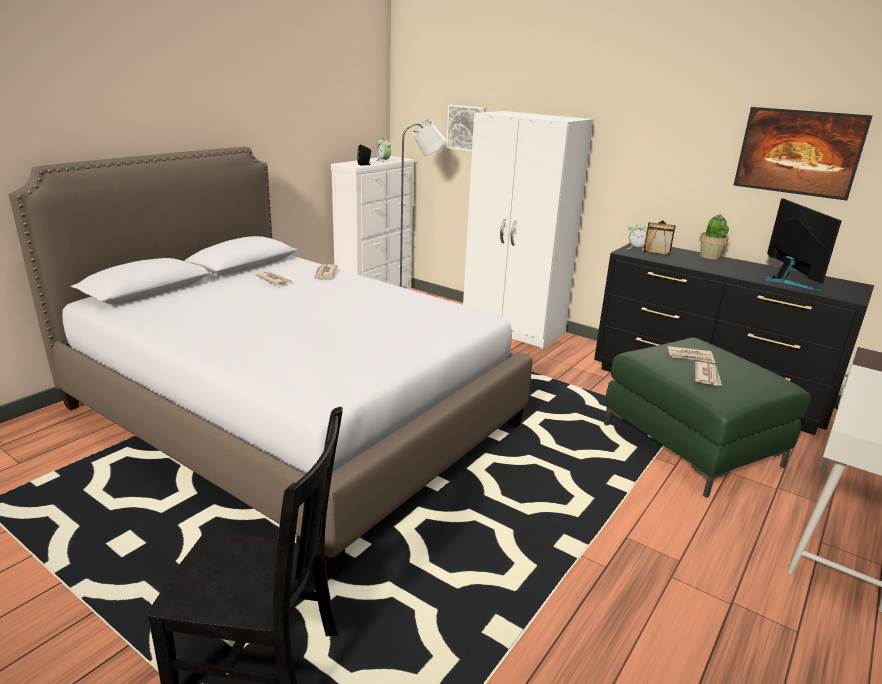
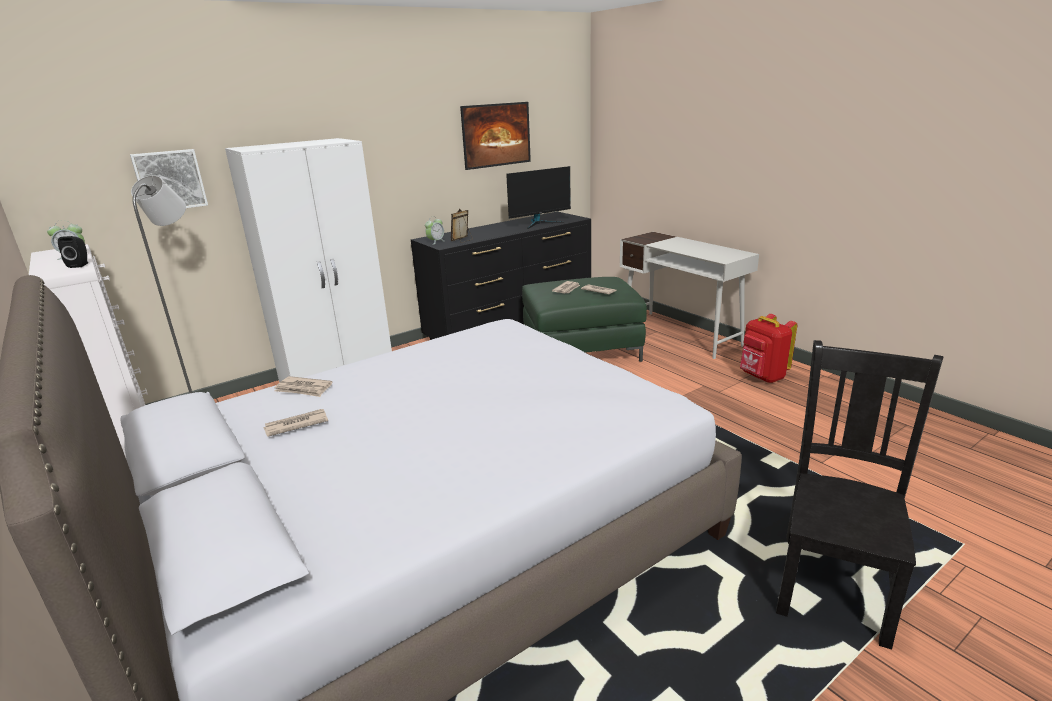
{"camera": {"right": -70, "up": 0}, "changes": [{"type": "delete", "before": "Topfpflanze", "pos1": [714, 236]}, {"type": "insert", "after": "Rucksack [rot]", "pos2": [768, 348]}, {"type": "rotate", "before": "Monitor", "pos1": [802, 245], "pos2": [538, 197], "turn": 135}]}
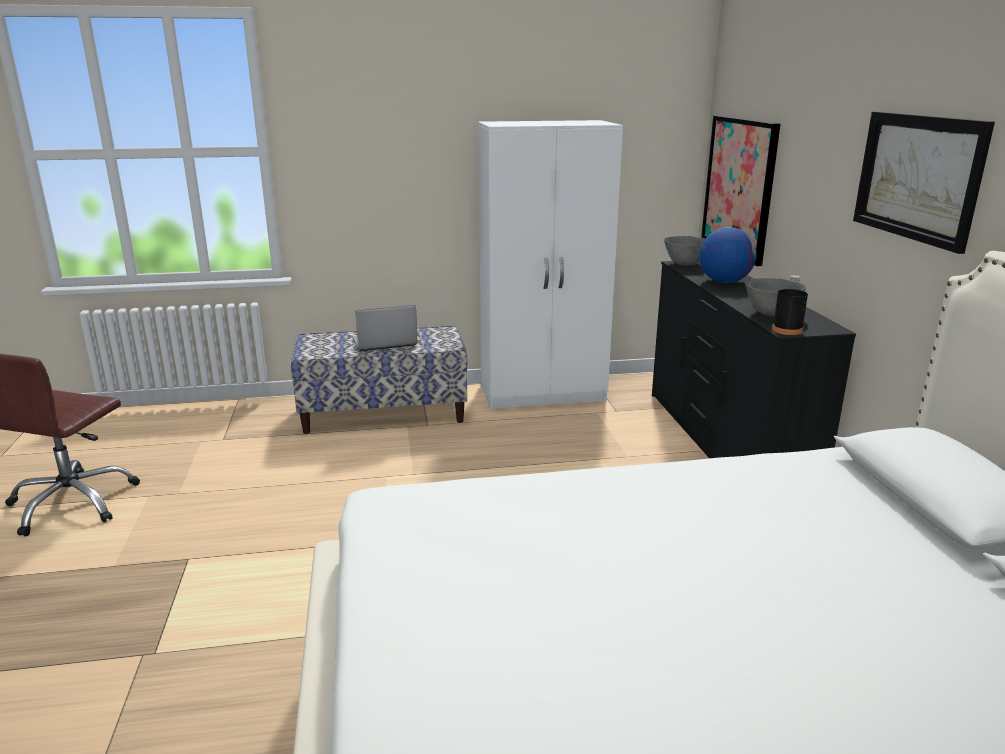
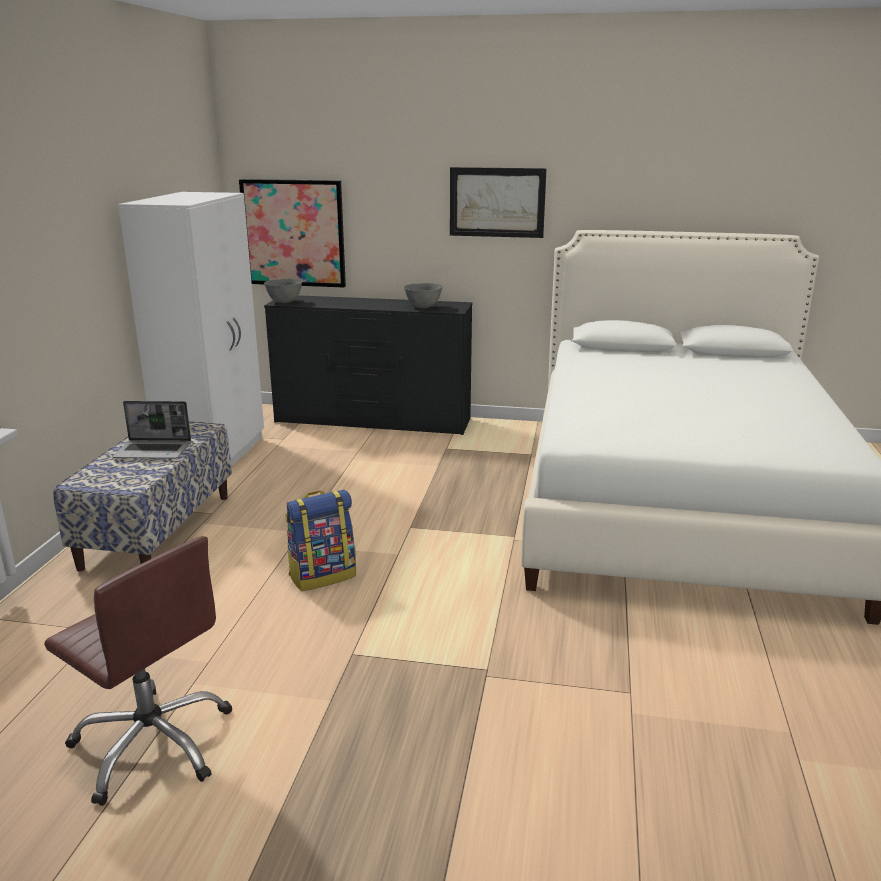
{"camera": {"right": -70, "up": 0}, "changes": [{"type": "delete", "before": "Globus", "pos1": [728, 255]}, {"type": "delete", "before": "Flasche [schwarz]", "pos1": [790, 305]}, {"type": "insert", "after": "Rucksack", "pos2": [320, 540]}, {"type": "rotate", "before": "Laptop", "pos1": [385, 328], "pos2": [152, 430], "turn": -90}]}
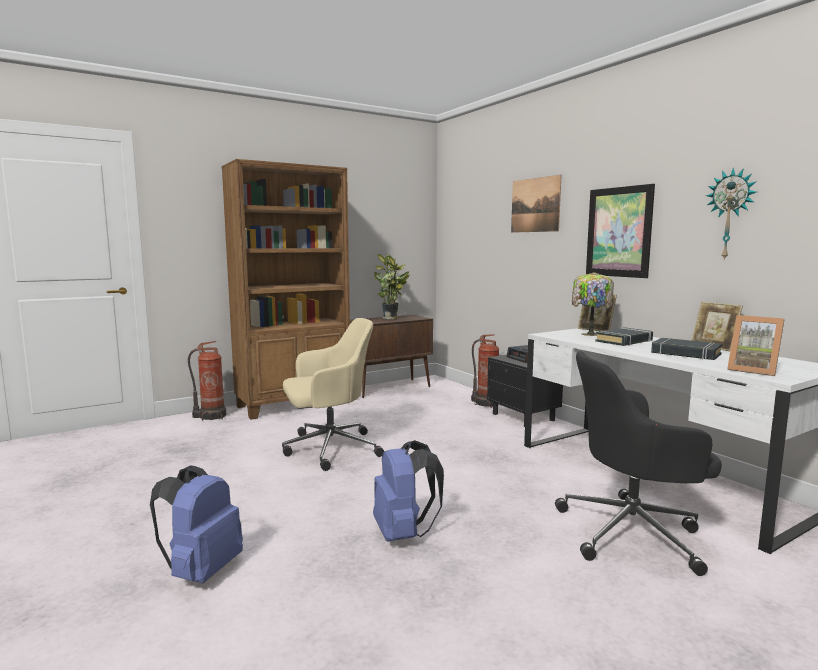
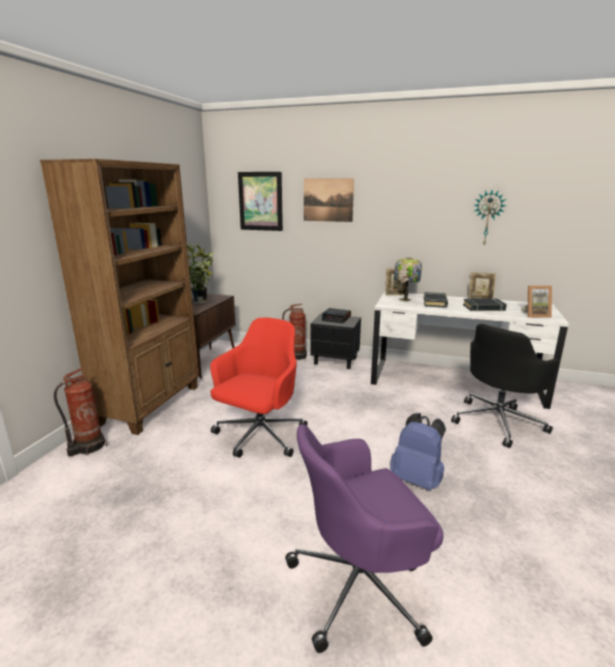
{"camera": {"right": -40, "up": 10}, "changes": [{"type": "move", "before": "Bild", "pos1": [620, 231], "pos2": [260, 201]}, {"type": "replace", "before": "Rucksack [blau]", "after": "Bürostuhl [lila]", "pos1": [196, 524], "pos2": [364, 538]}, {"type": "recolor", "before": "Bürostuhl [beige]", "after": "Bürostuhl [rot]", "pos1": [333, 394], "pos2": [259, 387]}]}
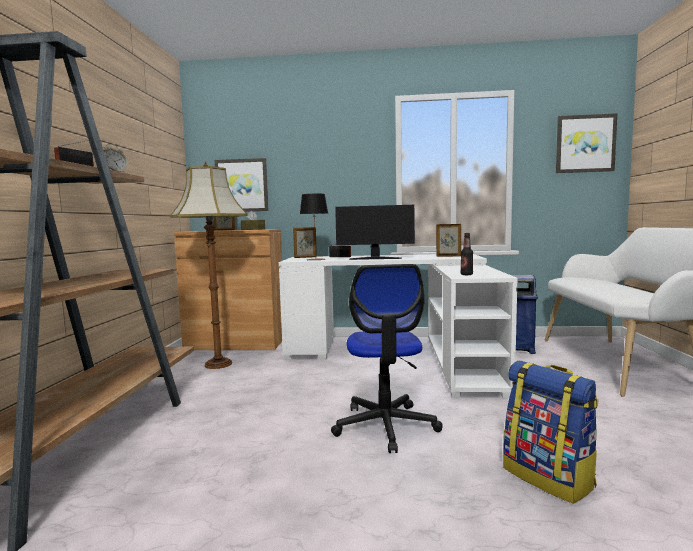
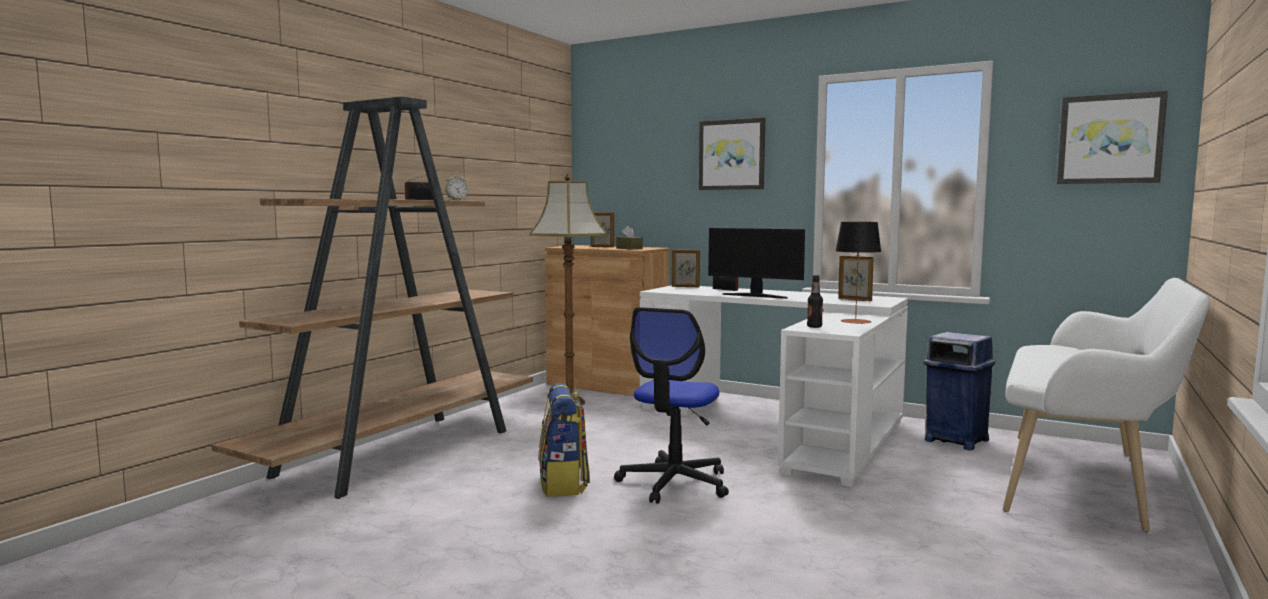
{"camera": {"right": 25, "up": 0}, "changes": [{"type": "move", "before": "Bild", "pos1": [242, 185], "pos2": [732, 154]}, {"type": "move", "before": "Tischlampe", "pos1": [314, 227], "pos2": [858, 273]}, {"type": "move", "before": "Rucksack", "pos1": [551, 432], "pos2": [564, 440]}]}
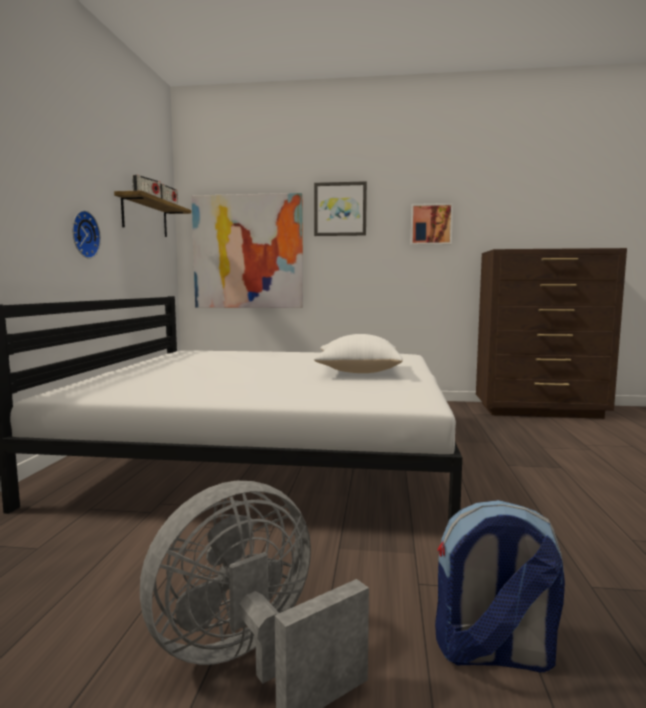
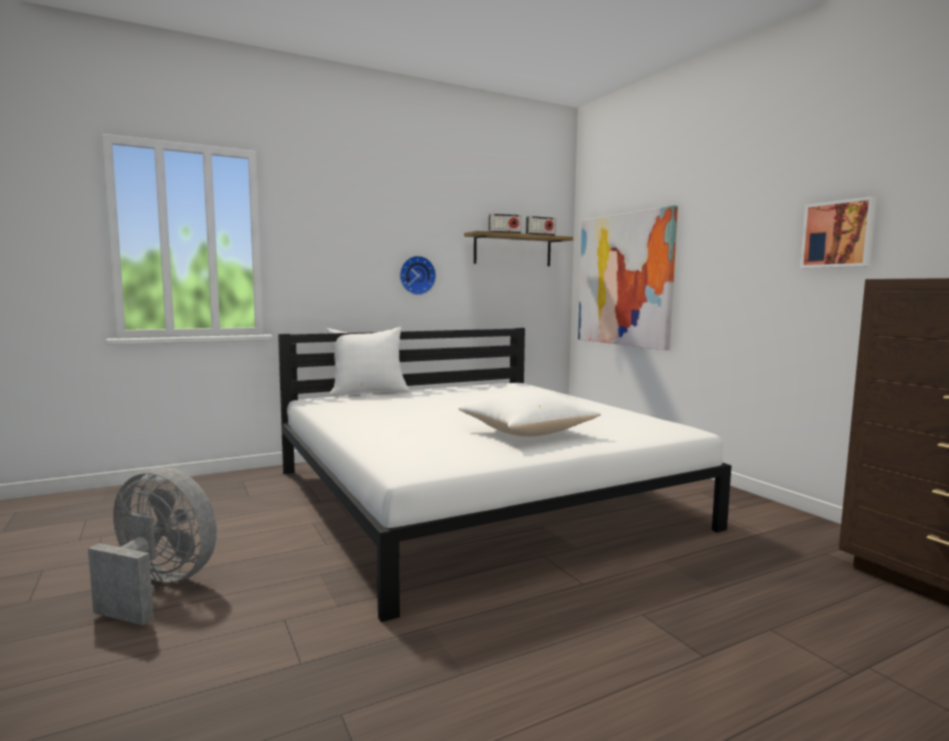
{"camera": {"right": 55, "up": 0}, "changes": [{"type": "delete", "before": "Bild", "pos1": [340, 208]}, {"type": "delete", "before": "Rucksack", "pos1": [500, 586]}, {"type": "insert", "after": "Kissen [weiß]", "pos2": [368, 361]}]}
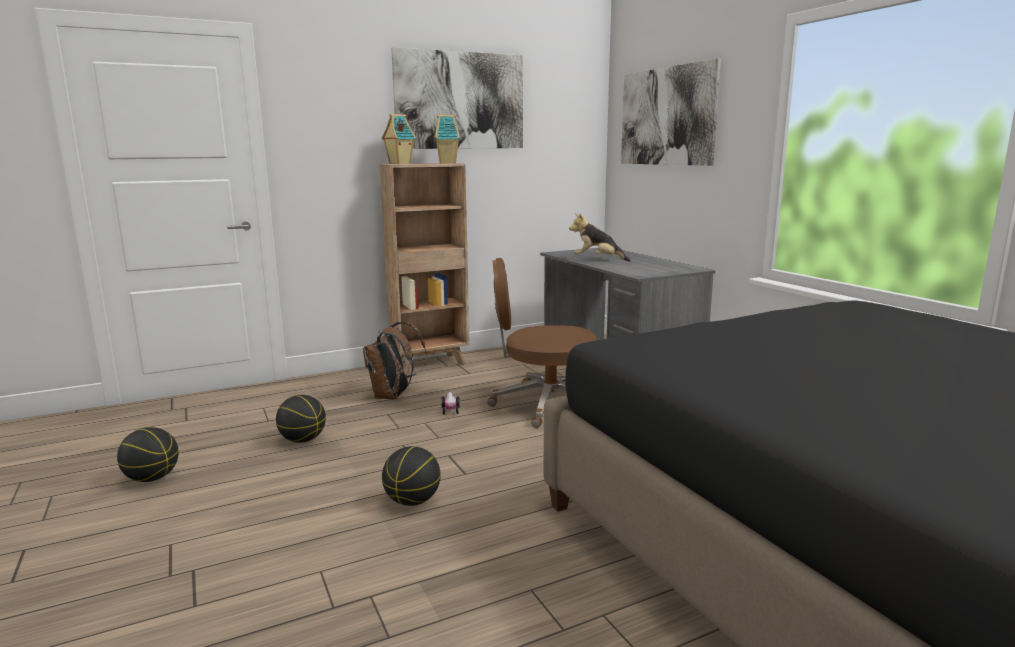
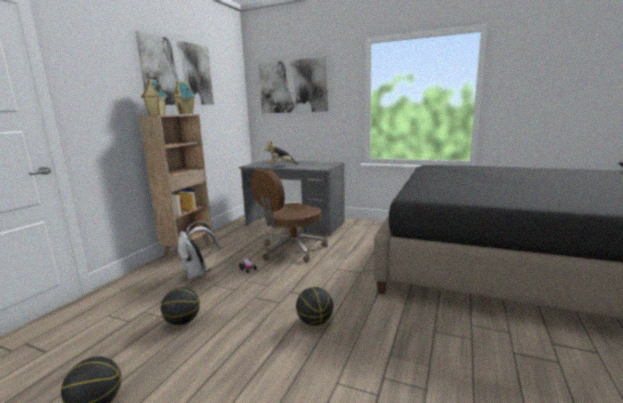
{"camera": {"right": -40, "up": 0}, "changes": [{"type": "recolor", "before": "Rucksack [braun]", "after": "Rucksack [weiß]", "pos1": [395, 360], "pos2": [199, 250]}]}
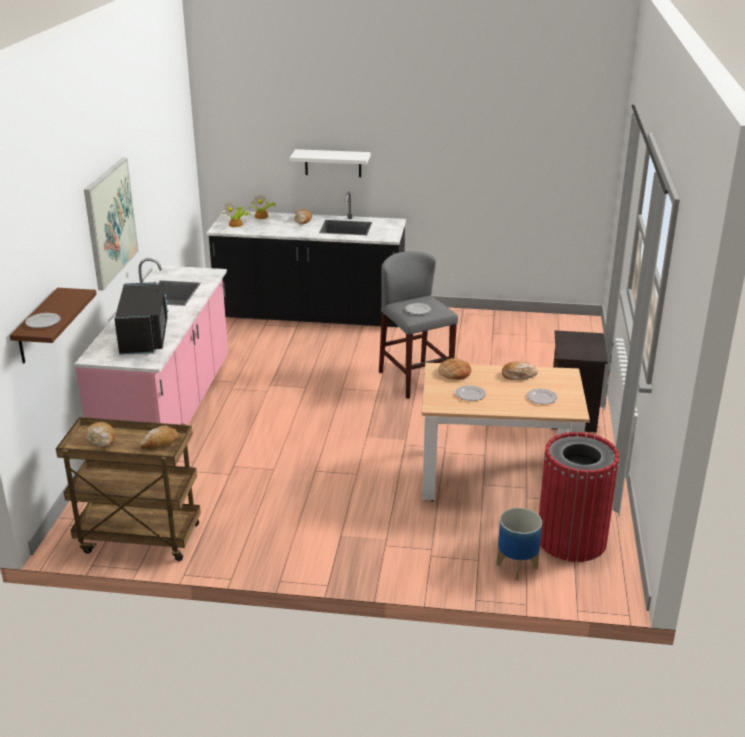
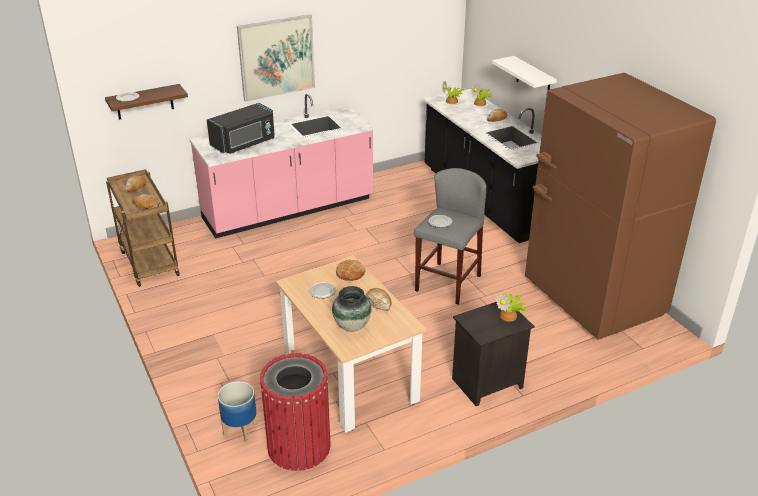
{"camera": {"right": 55, "up": 5}, "changes": [{"type": "insert", "after": "Topfpflanze", "pos2": [511, 308]}, {"type": "insert", "after": "Kühlschrank [braun]", "pos2": [620, 206]}, {"type": "replace", "before": "Teller", "after": "Vase", "pos1": [542, 396], "pos2": [352, 309]}]}
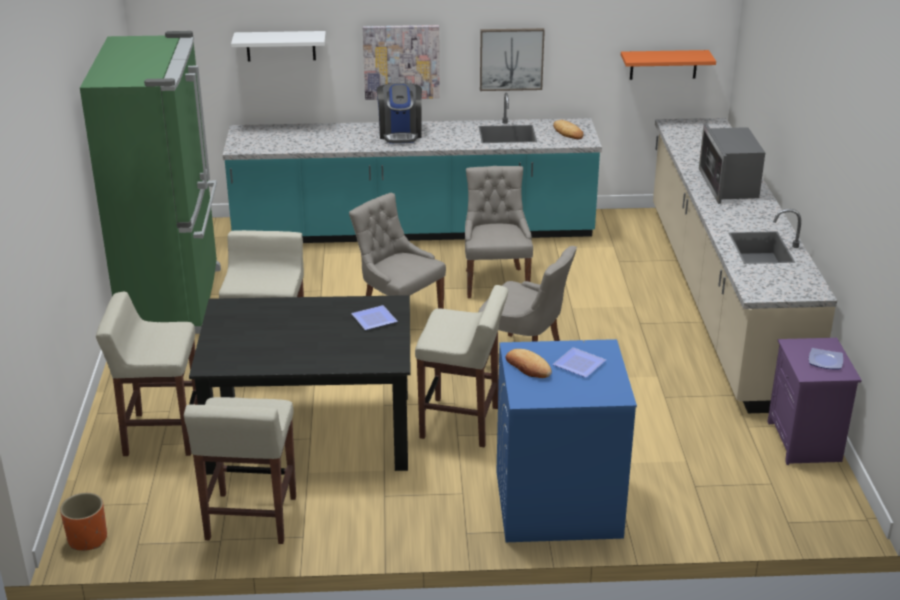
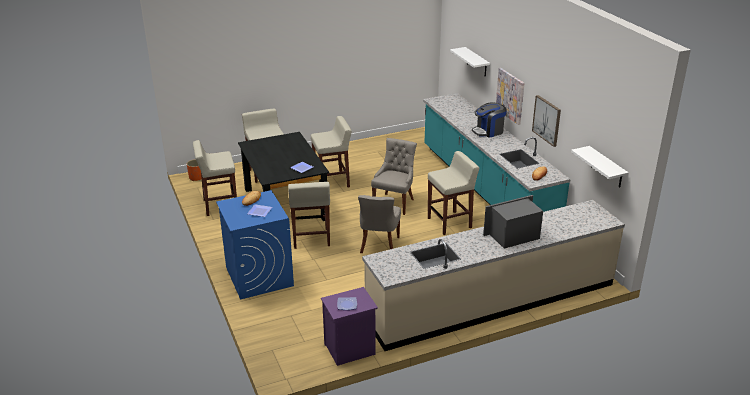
{"camera": {"right": 70, "up": 0}, "changes": [{"type": "delete", "before": "Kühlschrank [grün]", "pos1": [150, 182]}, {"type": "replace", "before": "Stuhl [grau]", "after": "Hocker [beige]", "pos1": [499, 232], "pos2": [453, 193]}, {"type": "recolor", "before": "Wandregal [orange]", "after": "Wandregal [weiß]", "pos1": [668, 65], "pos2": [600, 166]}]}
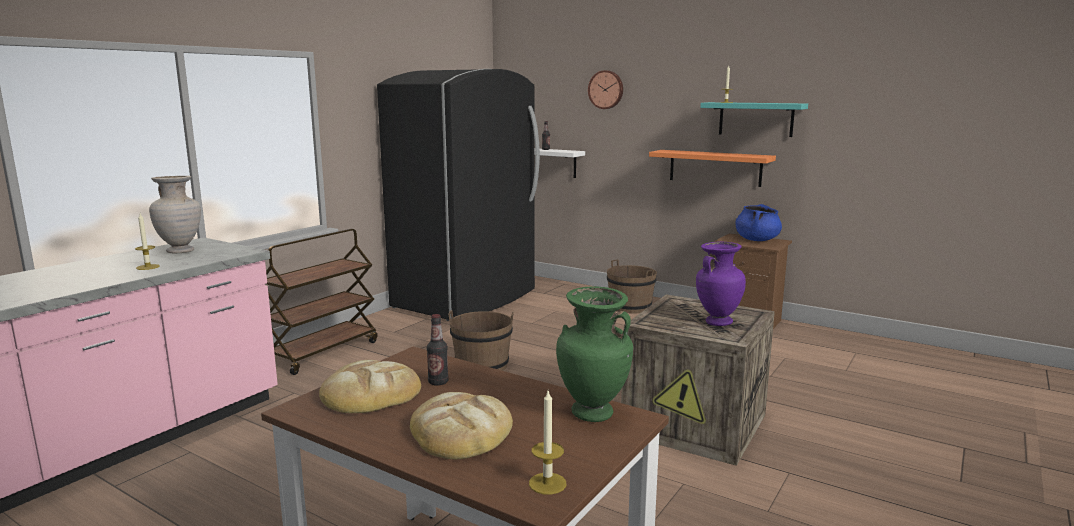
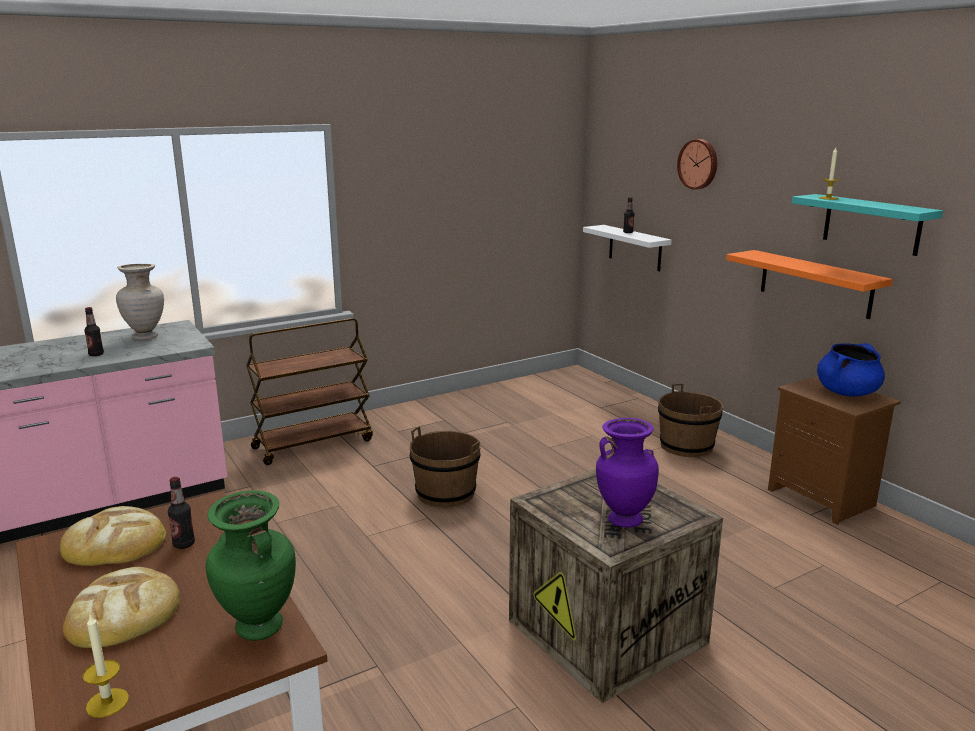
{"camera": {"right": 25, "up": 5}, "changes": [{"type": "delete", "before": "Kühlschrank [schwarz]", "pos1": [458, 195]}, {"type": "replace", "before": "Kerze", "after": "Flasche", "pos1": [147, 242], "pos2": [94, 331]}]}
